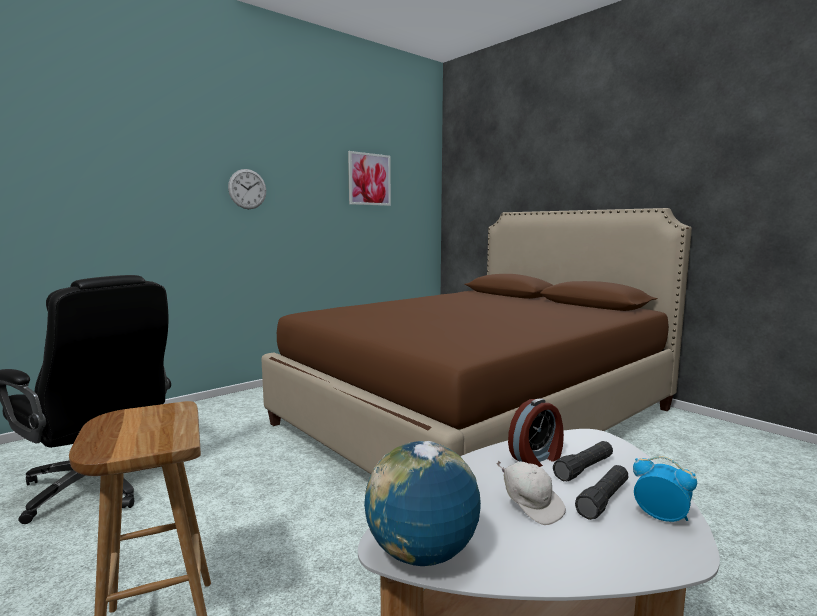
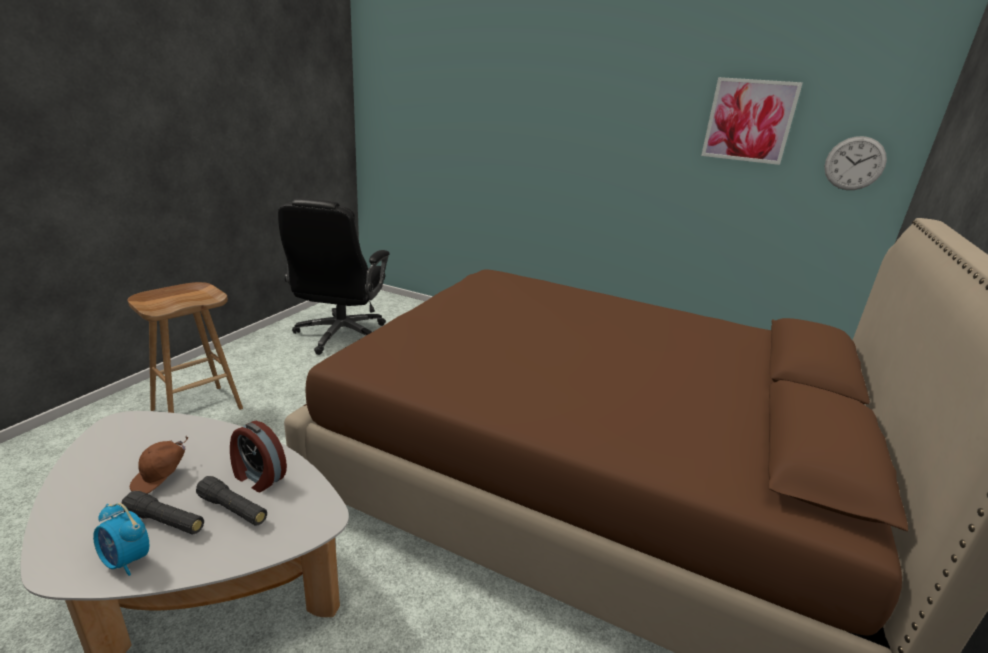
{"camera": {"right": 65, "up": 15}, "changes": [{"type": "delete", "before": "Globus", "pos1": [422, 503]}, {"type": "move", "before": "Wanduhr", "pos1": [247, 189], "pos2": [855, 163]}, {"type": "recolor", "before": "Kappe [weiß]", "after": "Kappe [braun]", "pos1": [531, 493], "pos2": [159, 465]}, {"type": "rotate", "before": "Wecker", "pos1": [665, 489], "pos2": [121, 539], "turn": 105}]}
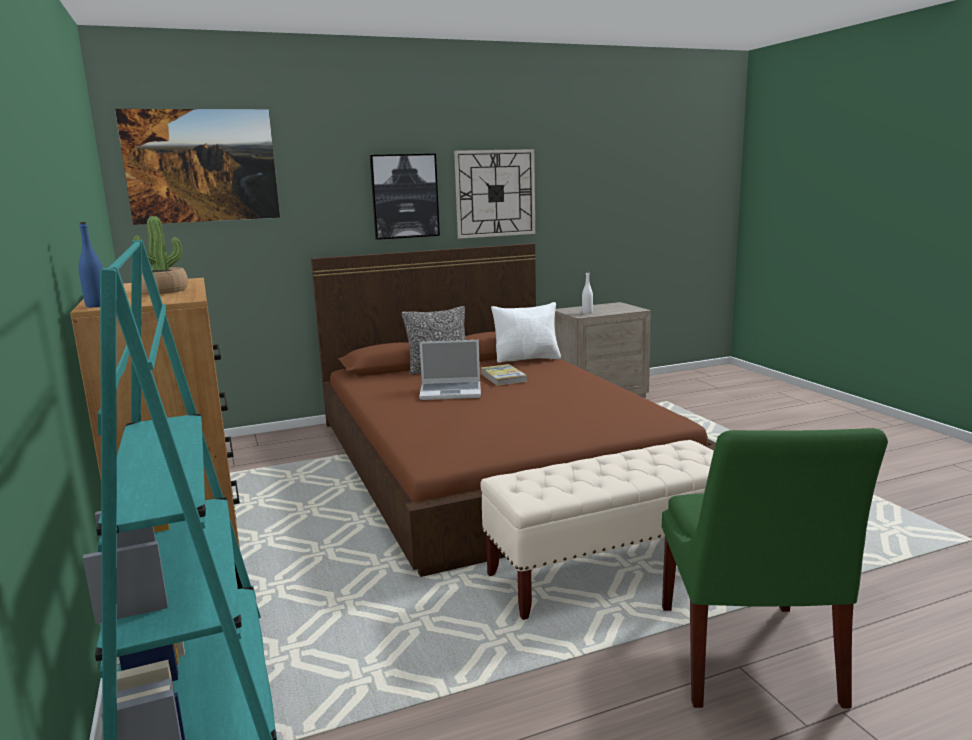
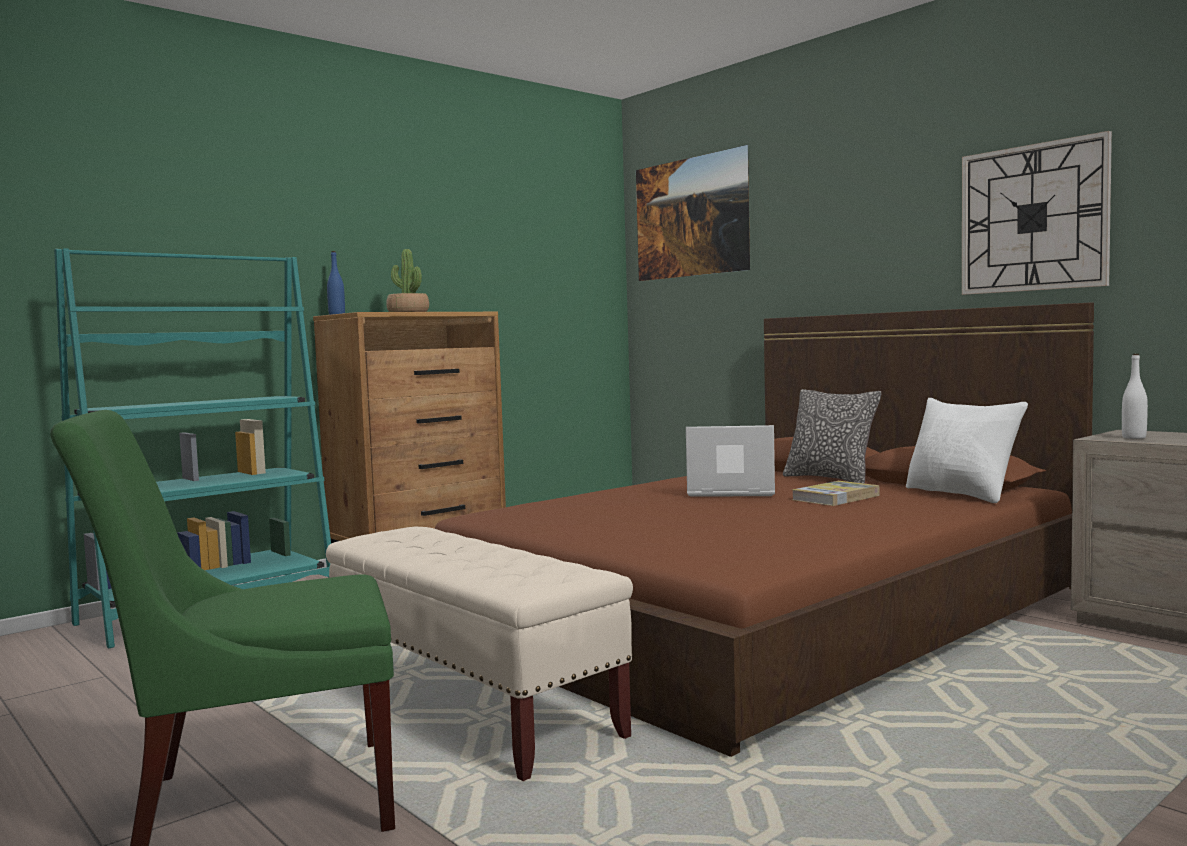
{"camera": {"right": 70, "up": -10}, "changes": [{"type": "delete", "before": "Bild", "pos1": [405, 197]}, {"type": "rotate", "before": "Laptop", "pos1": [450, 370], "pos2": [730, 461], "turn": 120}]}
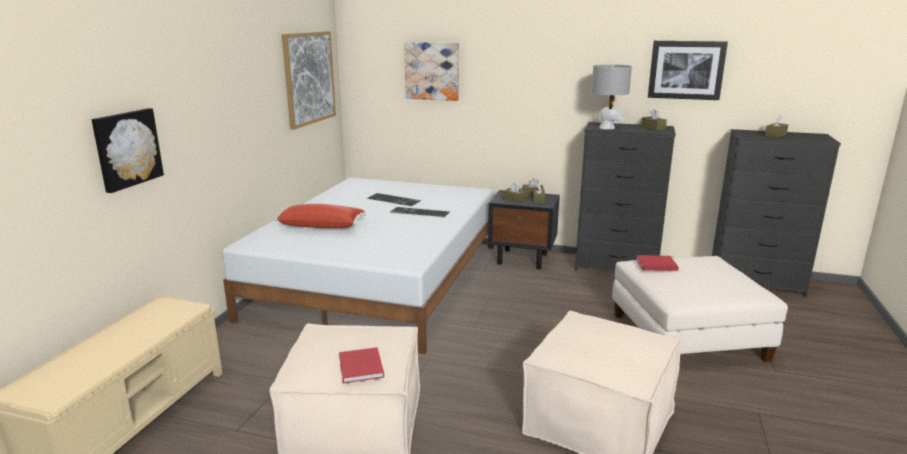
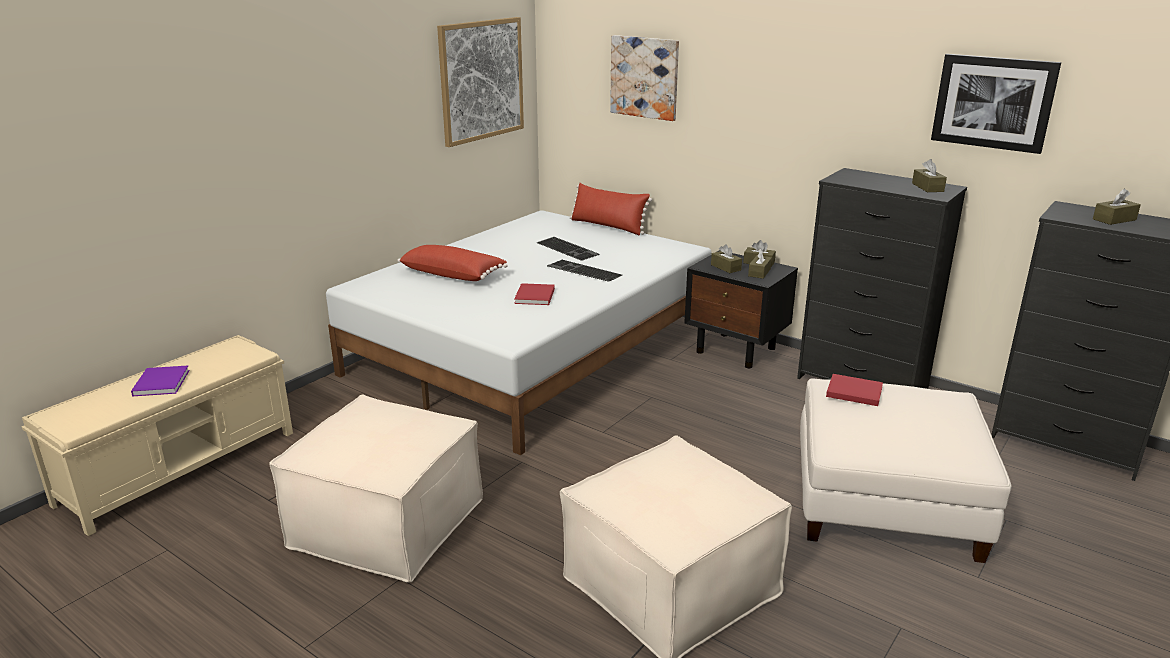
{"camera": {"right": 20, "up": 5}, "changes": [{"type": "delete", "before": "Bild", "pos1": [127, 150]}, {"type": "delete", "before": "Tischlampe [grau]", "pos1": [611, 96]}, {"type": "insert", "after": "Buch [lila]", "pos2": [160, 380]}, {"type": "insert", "after": "Kissen [rot]", "pos2": [611, 209]}, {"type": "move", "before": "Buch [rot]", "pos1": [361, 365], "pos2": [534, 294]}]}
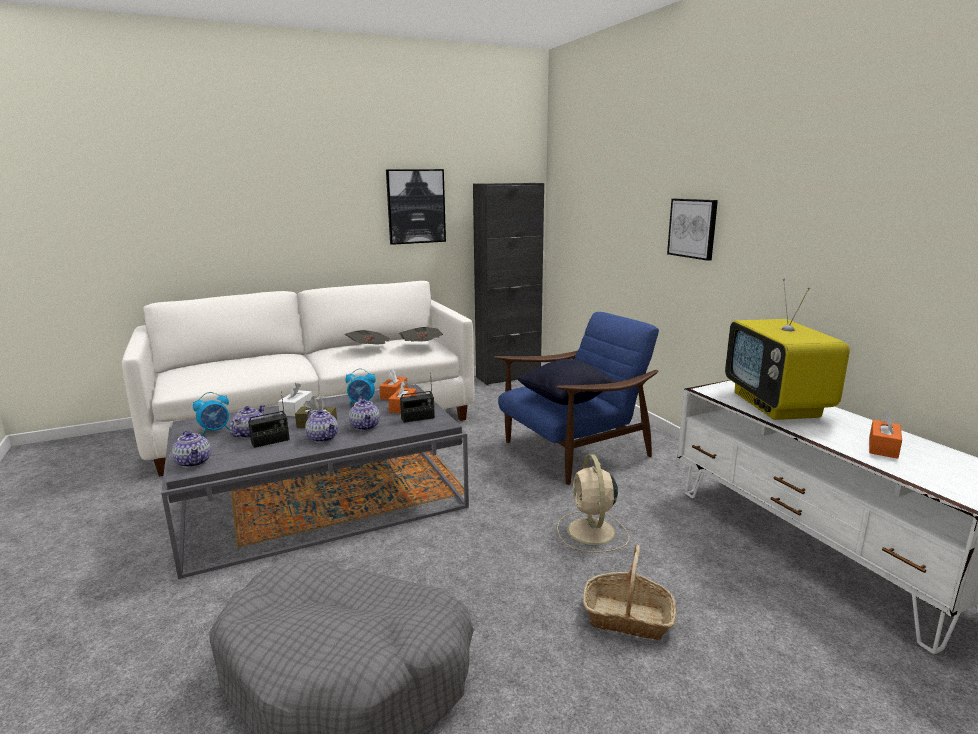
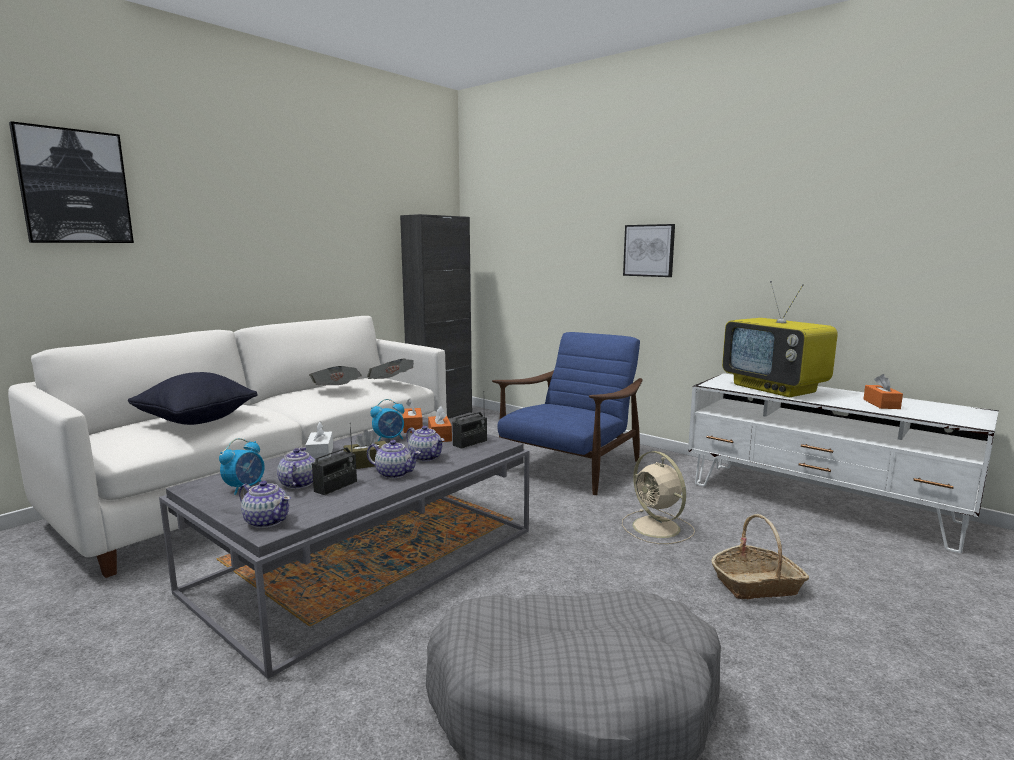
{"camera": {"right": -25, "up": -5}, "changes": [{"type": "move", "before": "Bild", "pos1": [416, 207], "pos2": [71, 182]}, {"type": "move", "before": "Kissen [schwarz]", "pos1": [567, 382], "pos2": [193, 398]}]}
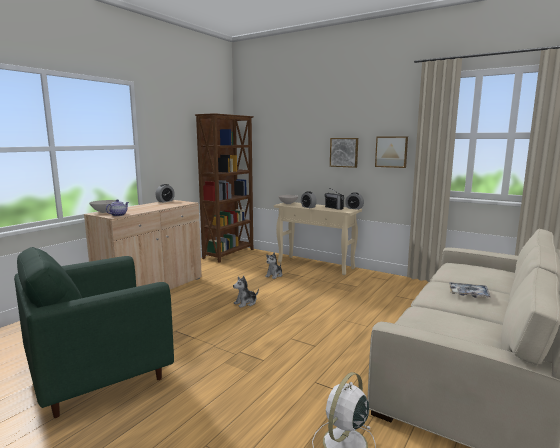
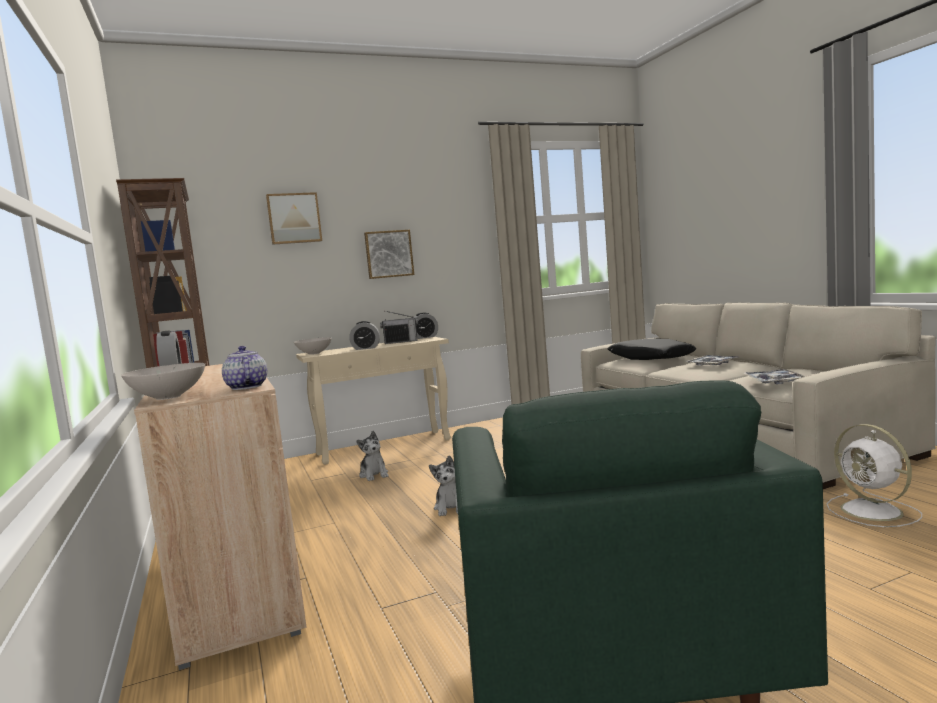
{"camera": {"right": -55, "up": -5}, "changes": [{"type": "insert", "after": "Kissen [schwarz]", "pos2": [652, 349]}, {"type": "insert", "after": "Tablett", "pos2": [774, 376]}, {"type": "move", "before": "Bild", "pos1": [391, 152], "pos2": [294, 218]}]}
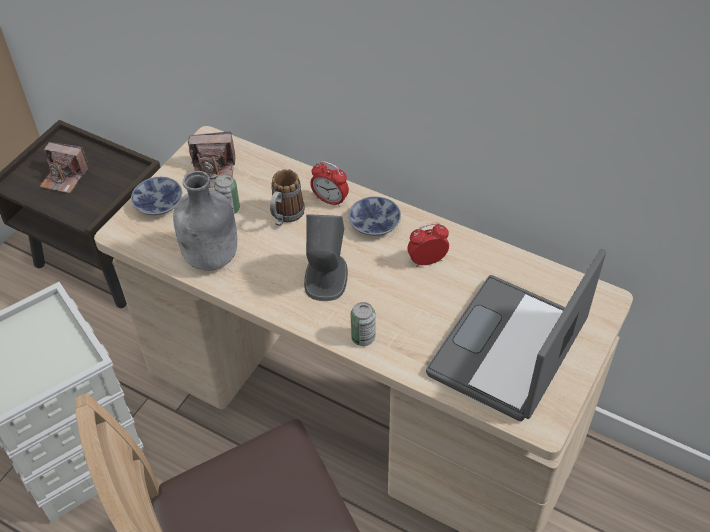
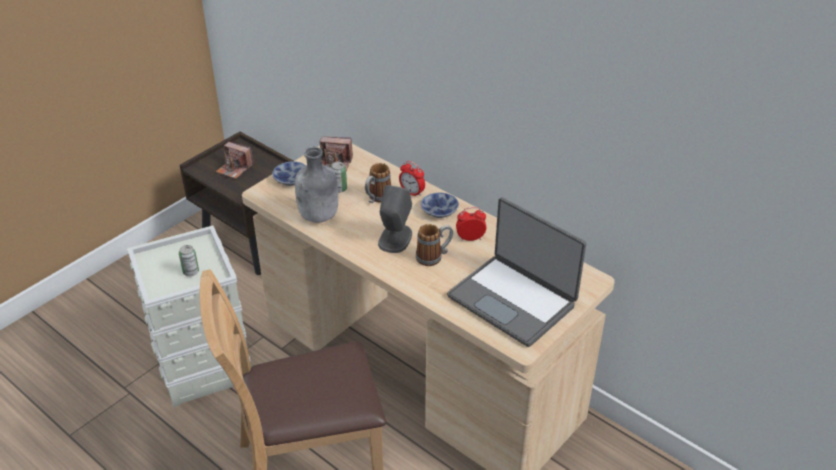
{"camera": {"right": 10, "up": -10}, "changes": [{"type": "insert", "after": "Henkelbecher", "pos2": [434, 245]}, {"type": "move", "before": "Dose", "pos1": [363, 324], "pos2": [189, 260]}, {"type": "rotate", "before": "Laptop", "pos1": [516, 335], "pos2": [516, 272], "turn": -90}]}
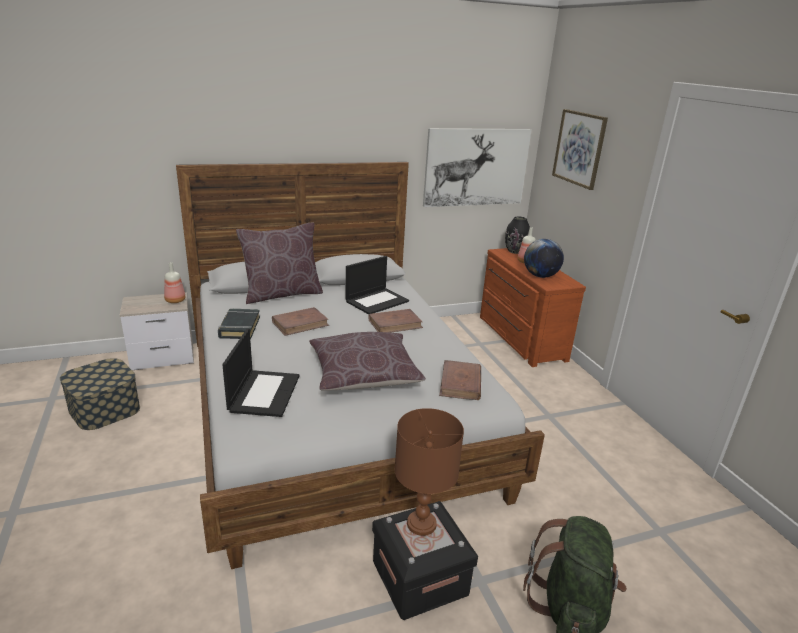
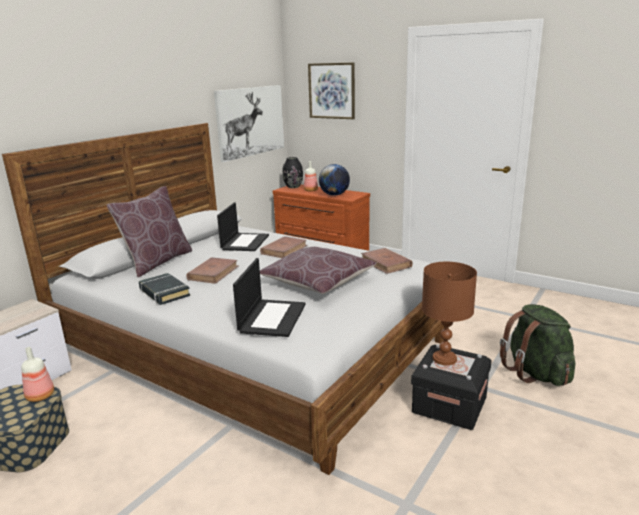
{"camera": {"right": -35, "up": -5}, "changes": [{"type": "move", "before": "Flasche", "pos1": [174, 282], "pos2": [37, 374]}, {"type": "rotate", "before": "Laptop", "pos1": [260, 373], "pos2": [269, 297], "turn": 45}]}
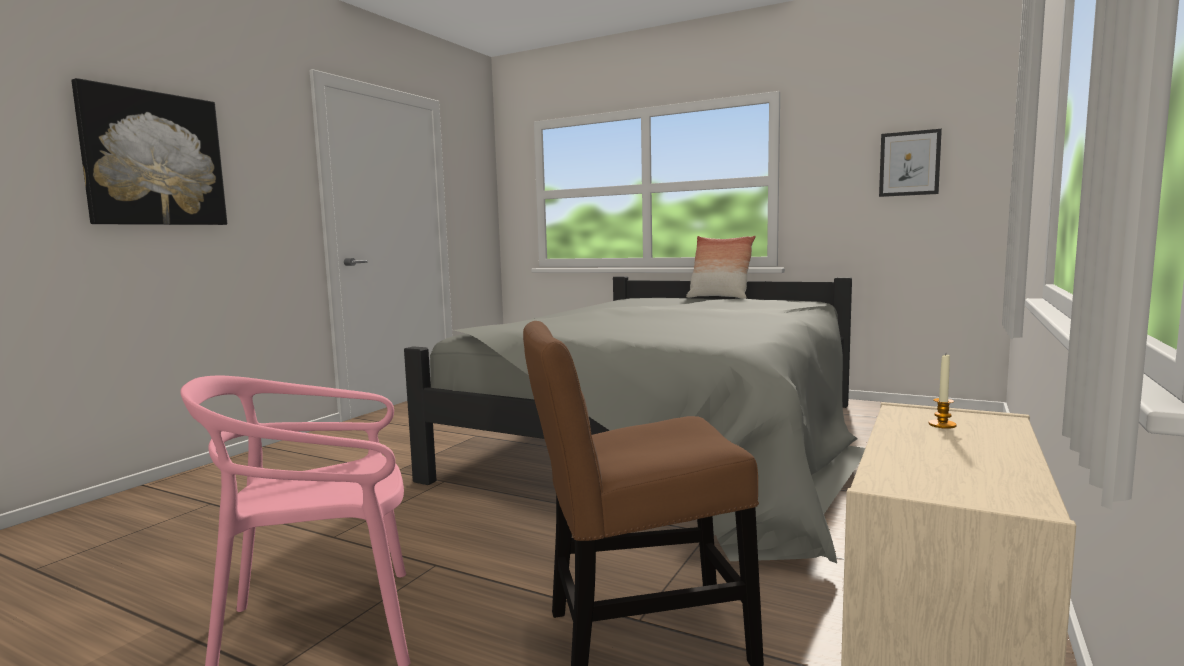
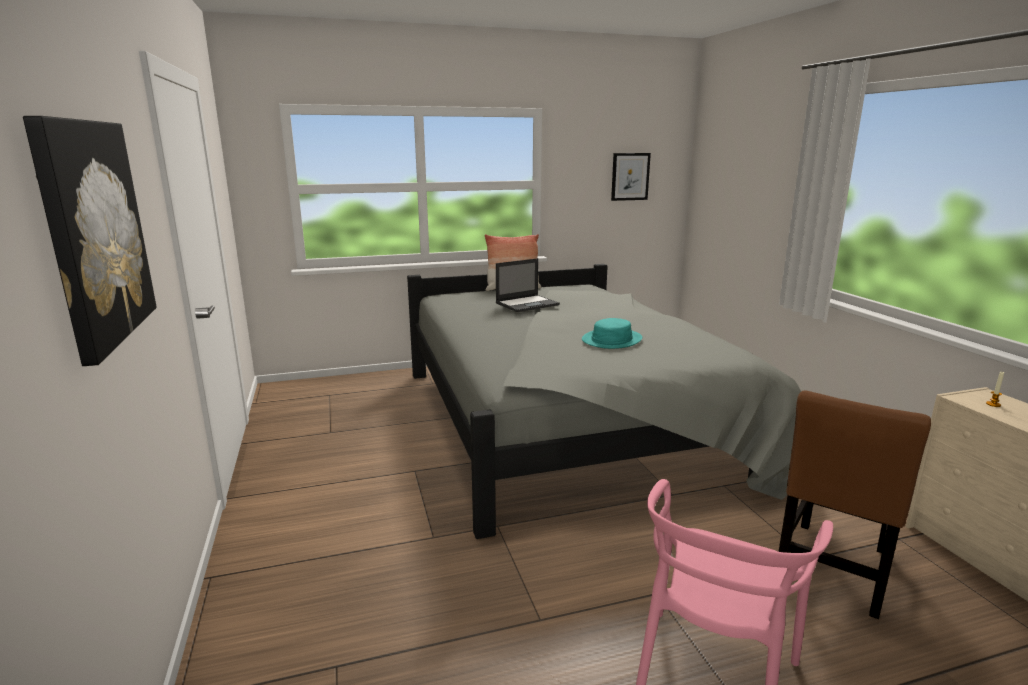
{"camera": {"right": -45, "up": 10}, "changes": [{"type": "insert", "after": "Laptop", "pos2": [528, 285]}, {"type": "insert", "after": "Hut [türkis]", "pos2": [612, 333]}]}
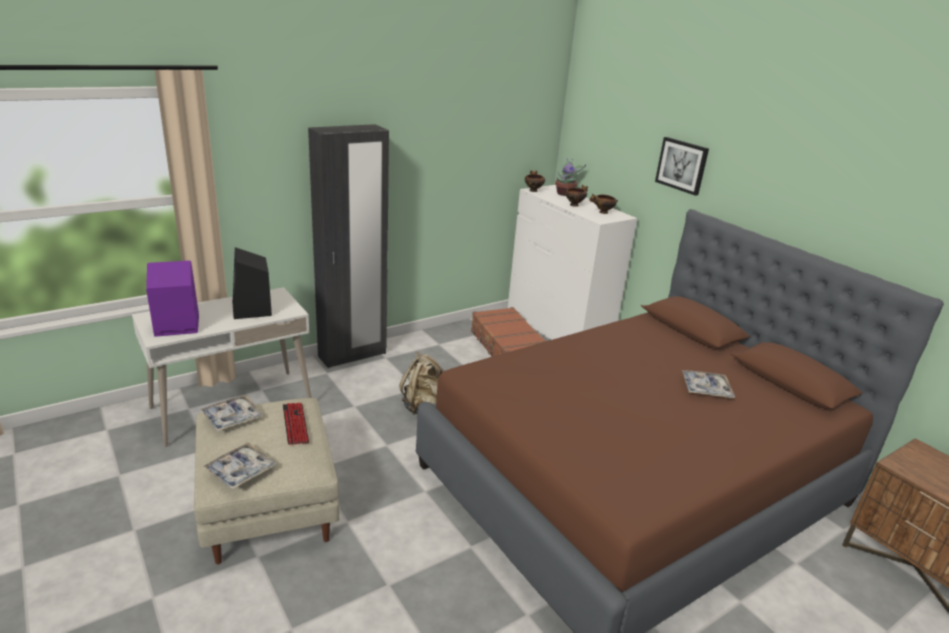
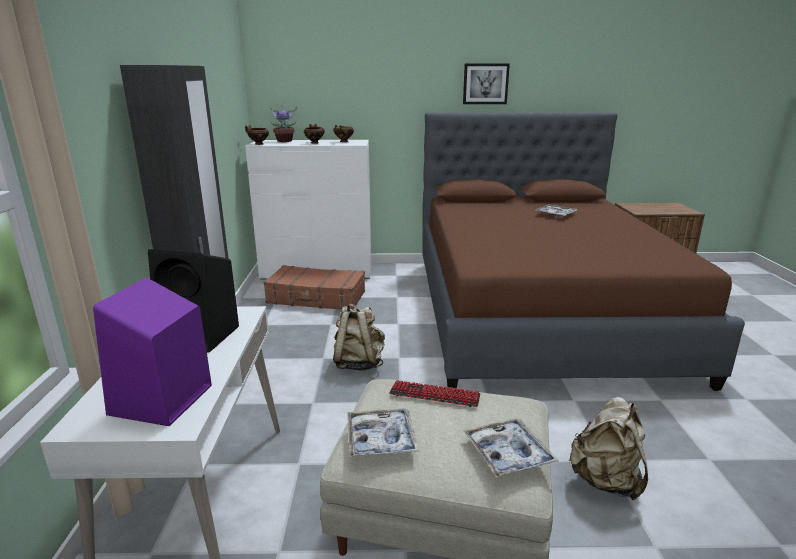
{"camera": {"right": -55, "up": -5}, "changes": [{"type": "insert", "after": "Rucksack [beige]", "pos2": [608, 448]}, {"type": "move", "before": "Bild", "pos1": [682, 166], "pos2": [486, 84]}]}
